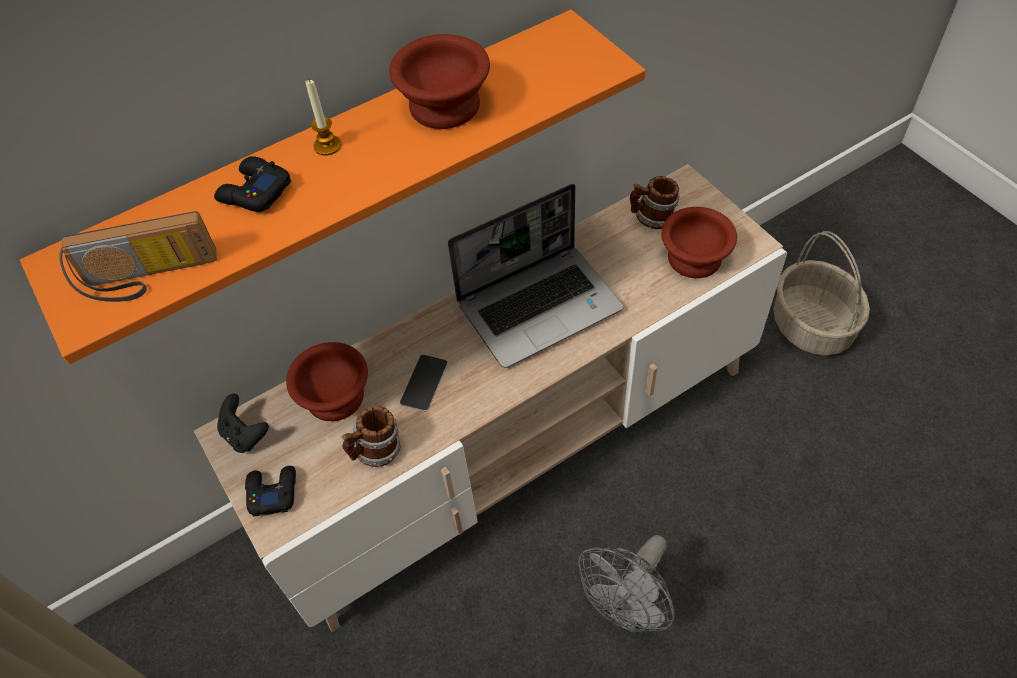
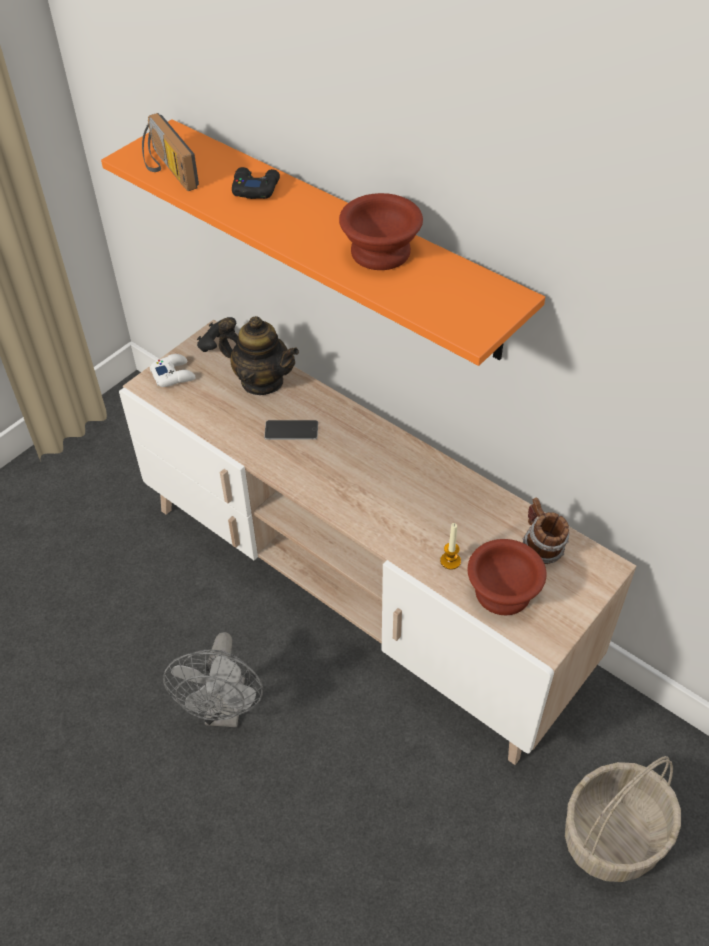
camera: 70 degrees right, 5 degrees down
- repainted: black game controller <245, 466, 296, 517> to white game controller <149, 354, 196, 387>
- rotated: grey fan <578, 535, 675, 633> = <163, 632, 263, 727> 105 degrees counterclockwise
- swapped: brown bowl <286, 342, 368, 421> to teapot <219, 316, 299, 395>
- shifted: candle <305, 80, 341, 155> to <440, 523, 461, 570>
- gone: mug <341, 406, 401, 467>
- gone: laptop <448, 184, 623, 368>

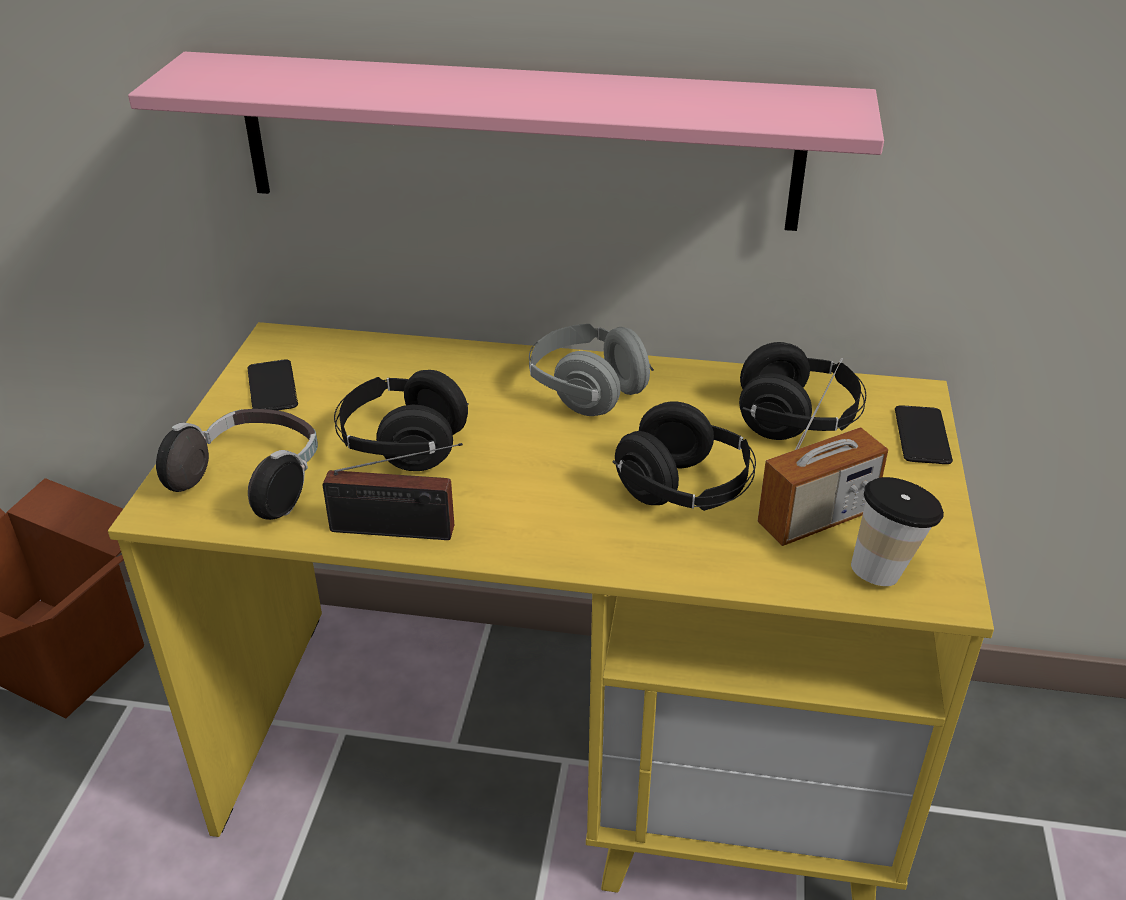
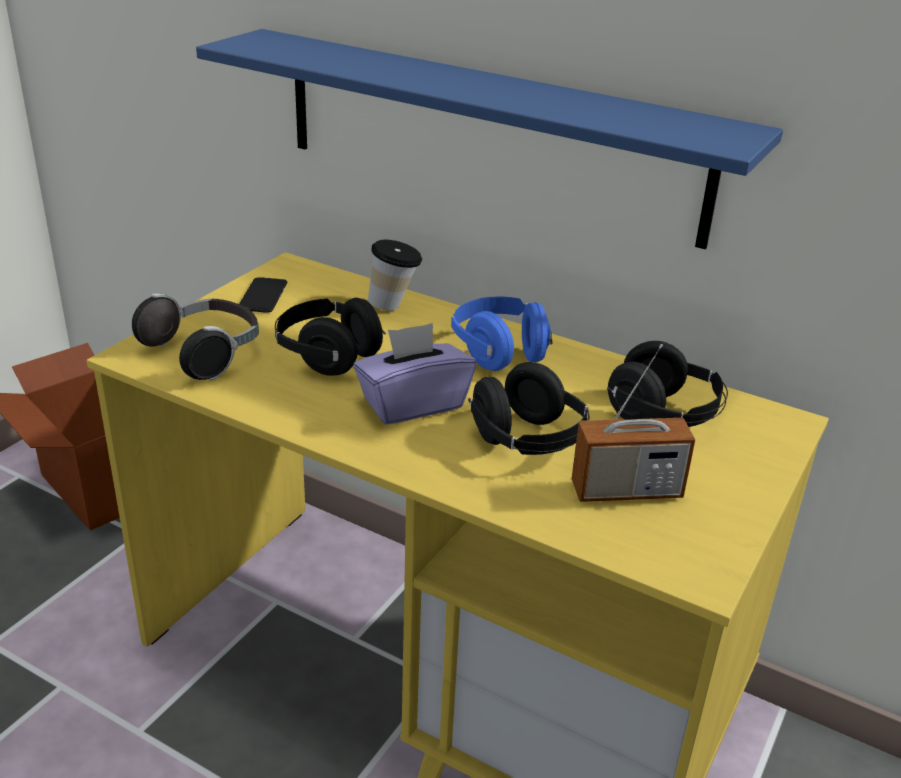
camera: 20 degrees right, 5 degrees down
- repainted: pink shelf <128, 52, 884, 231> to blue shelf <196, 29, 783, 249>
- new: purple tissue box <353, 323, 476, 425>
- shifted: cup <851, 477, 944, 586> to <368, 240, 422, 311>
- repainted: grey headphones <529, 324, 654, 416> to blue headphones <451, 297, 552, 371>
- gone: radio <322, 443, 463, 540>
- gone: phone <895, 405, 953, 464>

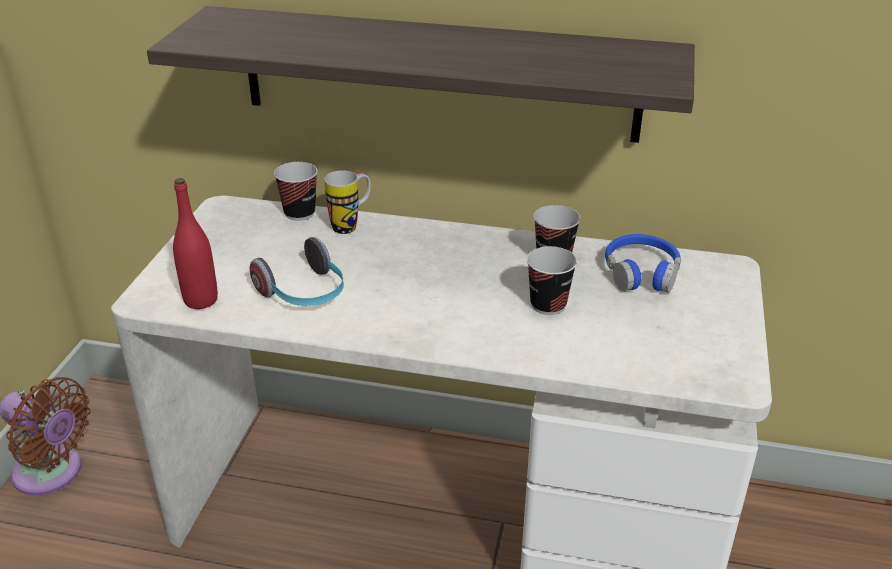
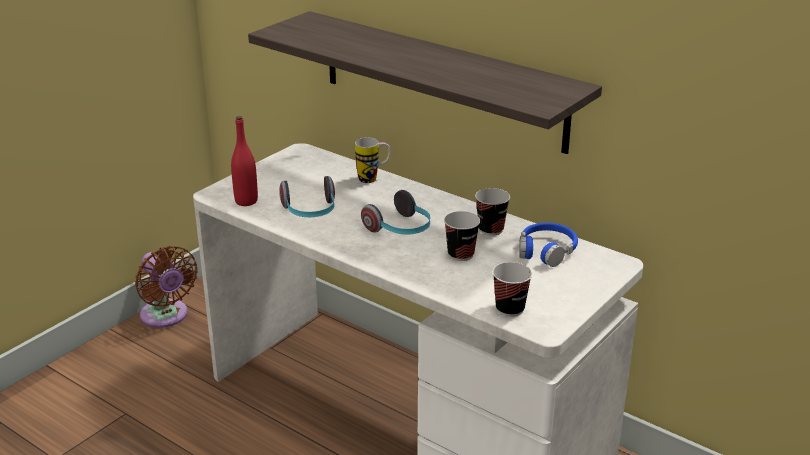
camera: 25 degrees right, 5 degrees down
- new: headphones <361, 190, 430, 234>
- shifted: cup <274, 162, 318, 221> to <492, 262, 532, 317>

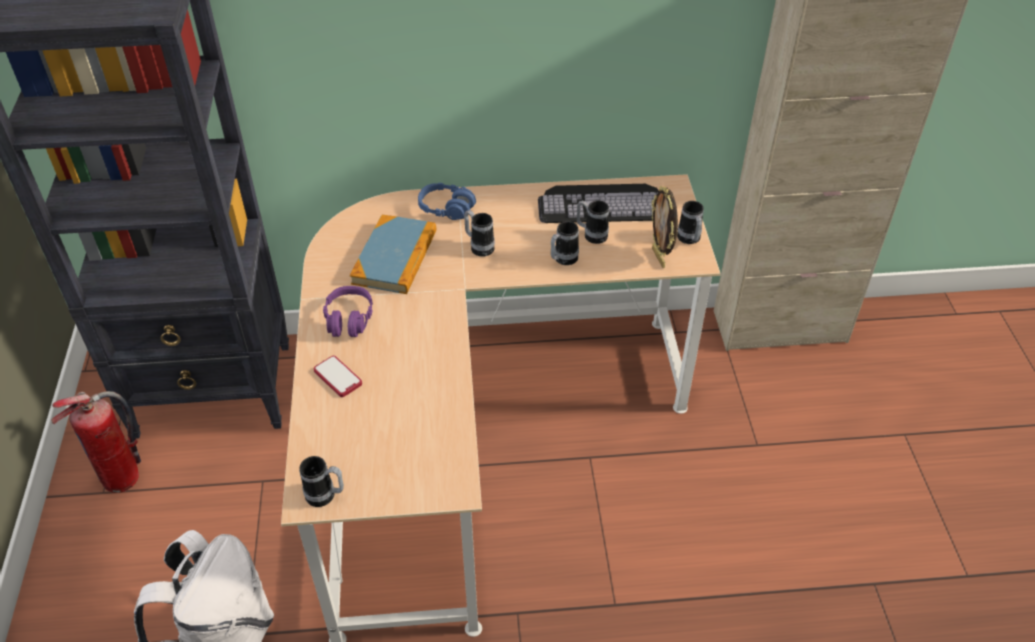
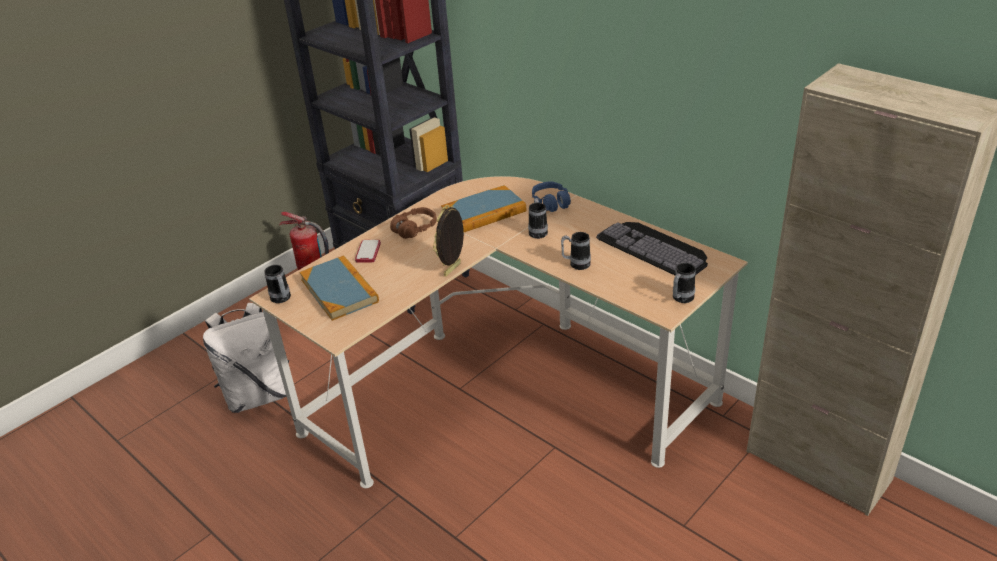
camera: 50 degrees right, 10 degrees down
- new: book <300, 255, 379, 321>
- repainted: purple headphones <323, 286, 373, 337> to brown headphones <390, 207, 437, 239>
- shifted: picture frame <652, 186, 678, 268> to <433, 205, 464, 277>
- gone: mug <577, 200, 609, 244>

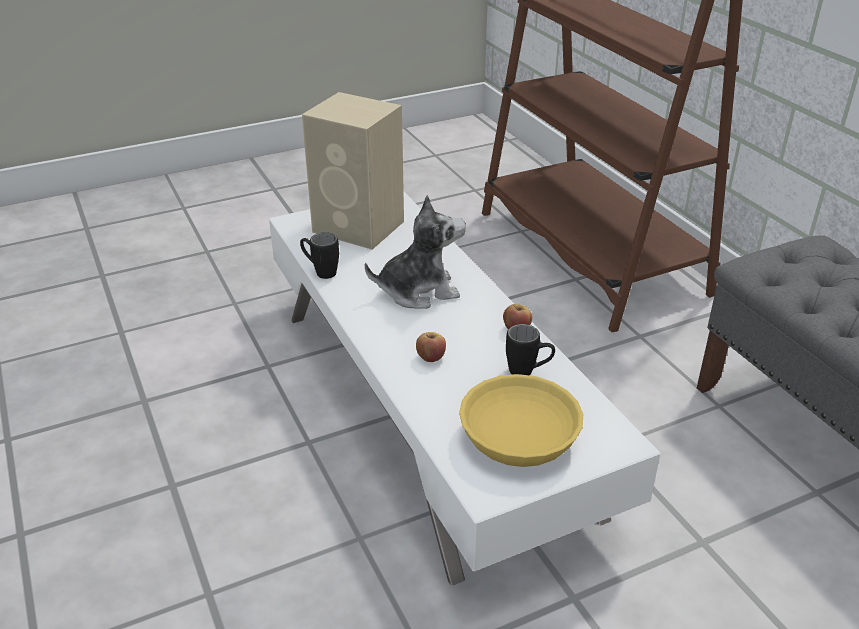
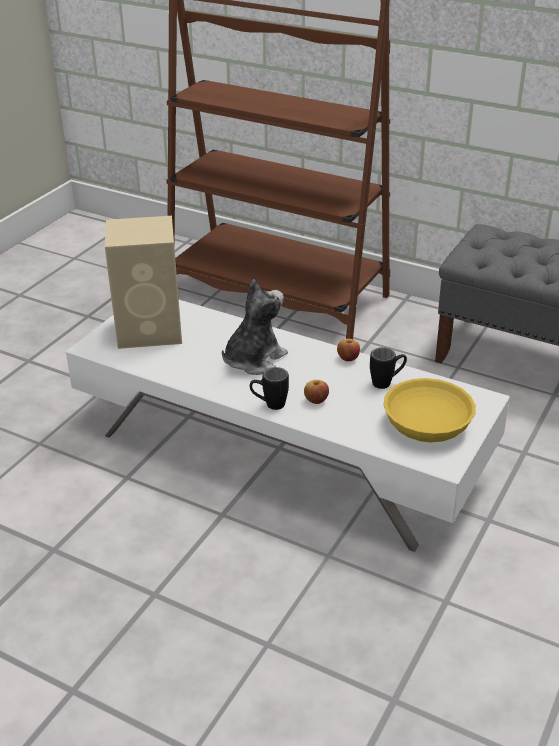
camera: 35 degrees left, 0 degrees up
- shifted: black mug <300, 232, 339, 279> to <250, 367, 289, 410>

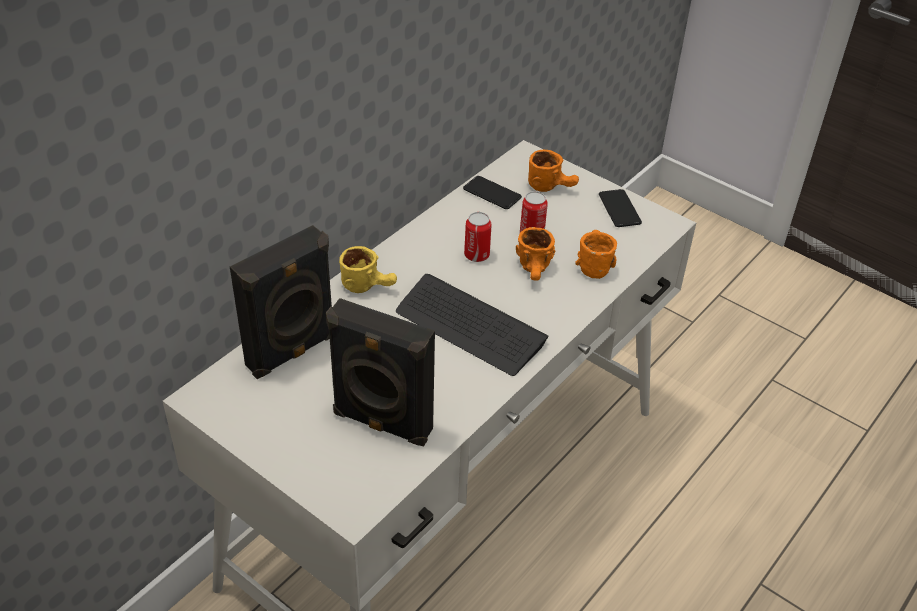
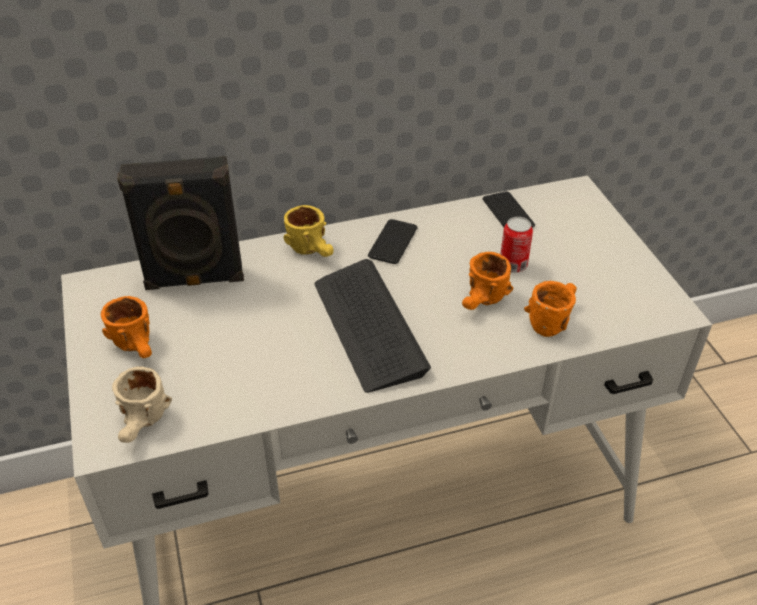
camera: 35 degrees right, 0 degrees up
- shifted: orange mug <528, 150, 579, 192> to <100, 296, 152, 358>
- new: beige mug <112, 366, 172, 443>
- shifted: phone <599, 189, 642, 227> to <368, 219, 418, 264>
- gone: black speaker <326, 298, 435, 446>
- gone: can <464, 212, 492, 262>

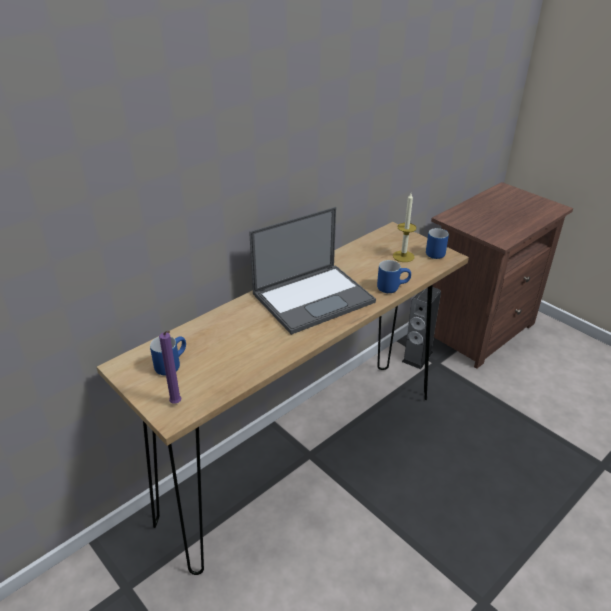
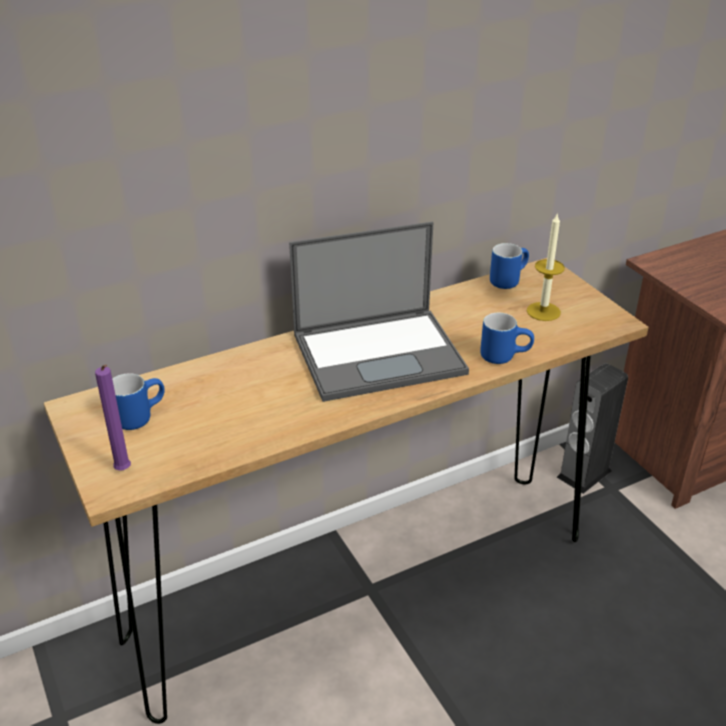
camera: 15 degrees right, 0 degrees up
- shifted: blue mug <426, 228, 449, 259> to <490, 243, 529, 289>

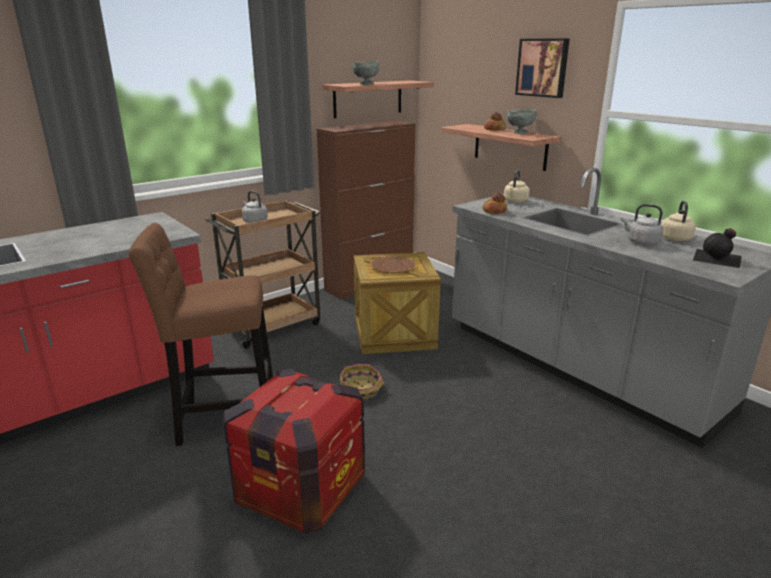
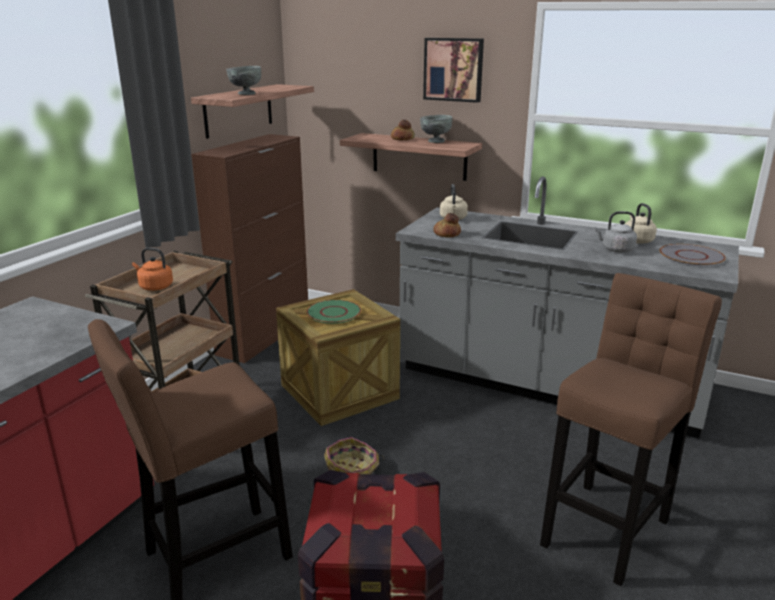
camera: 25 degrees left, 0 degrees up
- repainted: grey kettle <242, 191, 268, 223> to orange kettle <132, 248, 173, 291>
- repainted: brown plate <370, 256, 416, 274> to green plate <306, 300, 361, 324>
- new: brown stool <540, 273, 722, 586>
- swapped: black bottle <693, 228, 742, 268> to grey plate <659, 244, 726, 266>

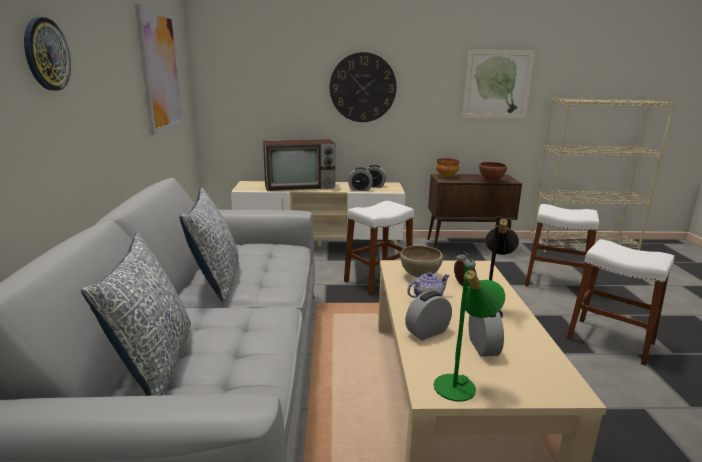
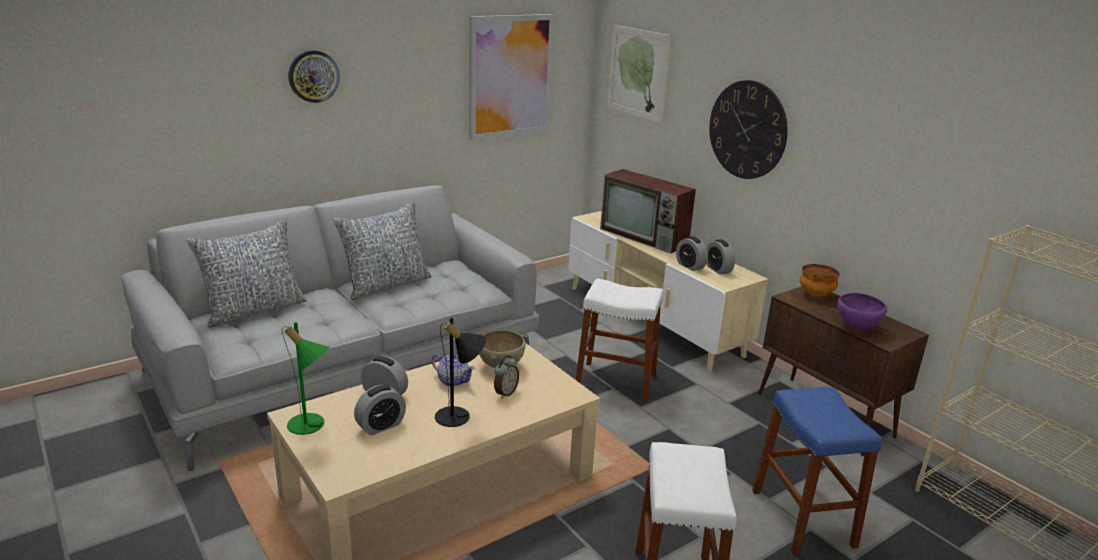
camera: 55 degrees right, 5 degrees up
- shifted: picture <462, 49, 535, 119> to <607, 25, 672, 124>
- repainted: white stool <525, 204, 599, 291> to blue stool <752, 387, 882, 555>
- repainted: brown bowl <479, 162, 507, 181> to purple bowl <838, 293, 887, 330>

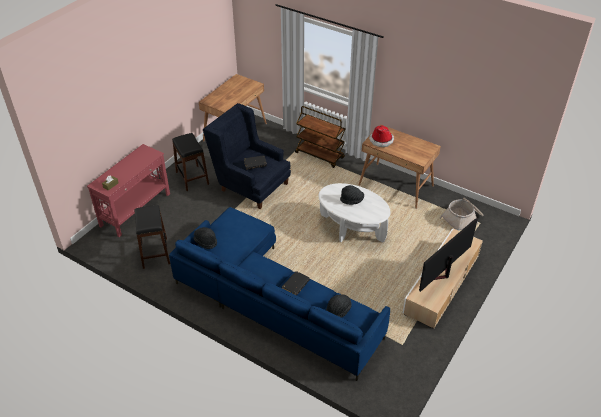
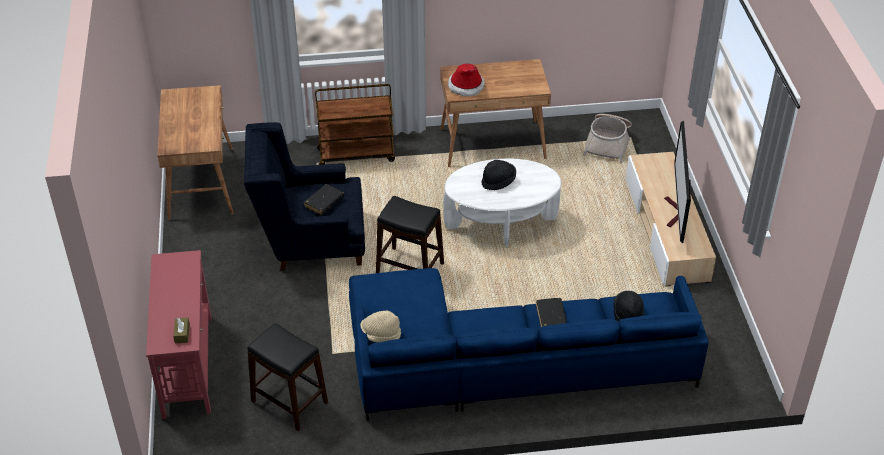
camera: 40 degrees left, 0 degrees up
- repainted: black hat <193, 227, 217, 249> to beige hat <360, 310, 401, 343>
- shifted: black stool <172, 133, 209, 191> to <376, 196, 444, 273>

